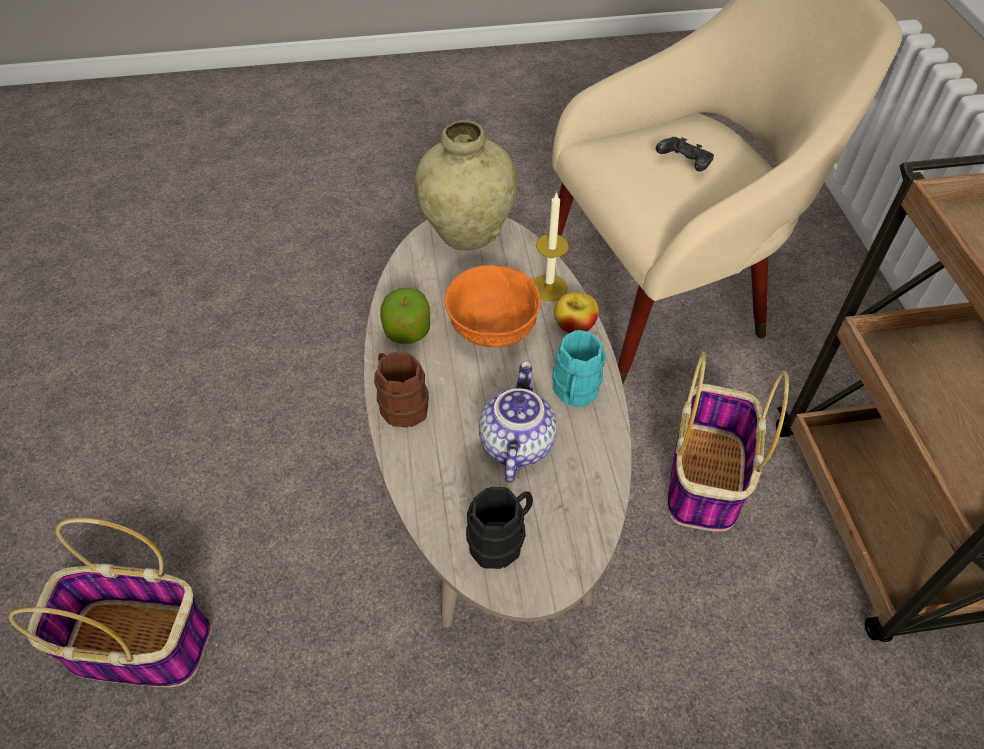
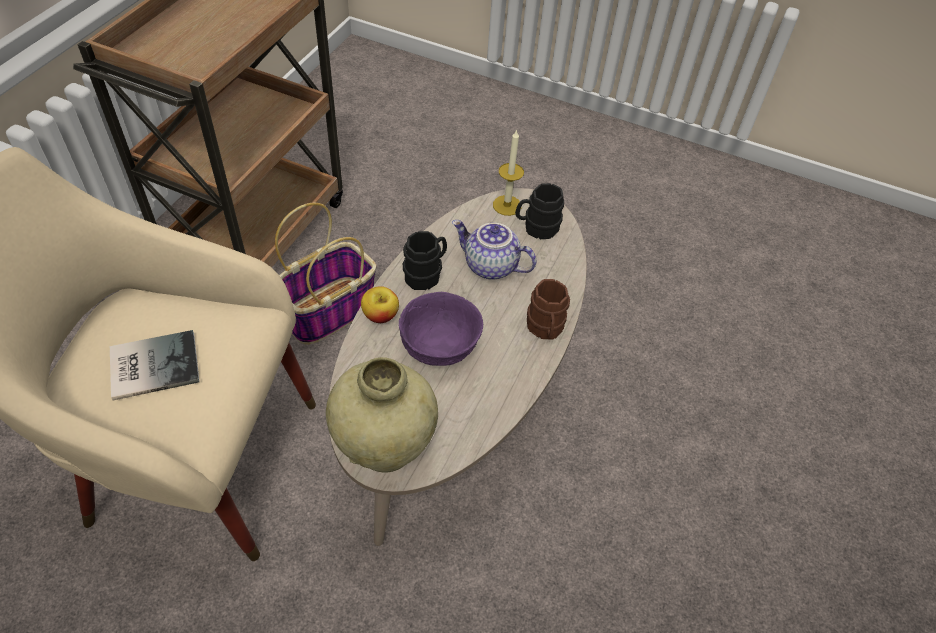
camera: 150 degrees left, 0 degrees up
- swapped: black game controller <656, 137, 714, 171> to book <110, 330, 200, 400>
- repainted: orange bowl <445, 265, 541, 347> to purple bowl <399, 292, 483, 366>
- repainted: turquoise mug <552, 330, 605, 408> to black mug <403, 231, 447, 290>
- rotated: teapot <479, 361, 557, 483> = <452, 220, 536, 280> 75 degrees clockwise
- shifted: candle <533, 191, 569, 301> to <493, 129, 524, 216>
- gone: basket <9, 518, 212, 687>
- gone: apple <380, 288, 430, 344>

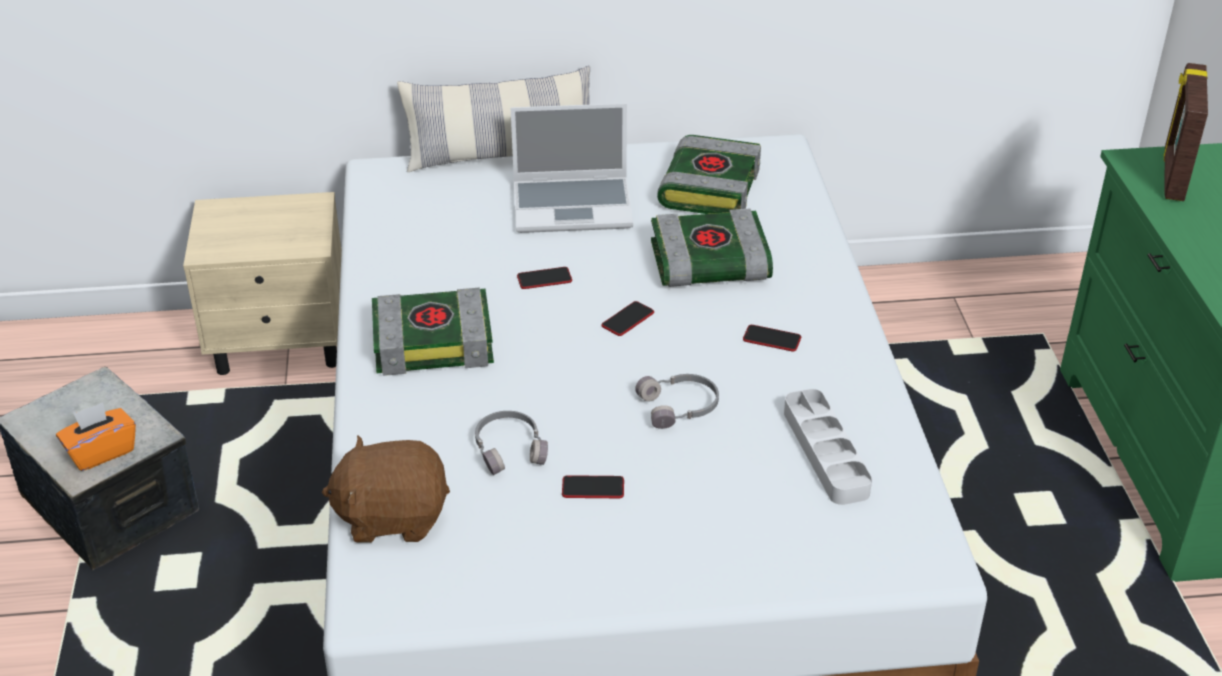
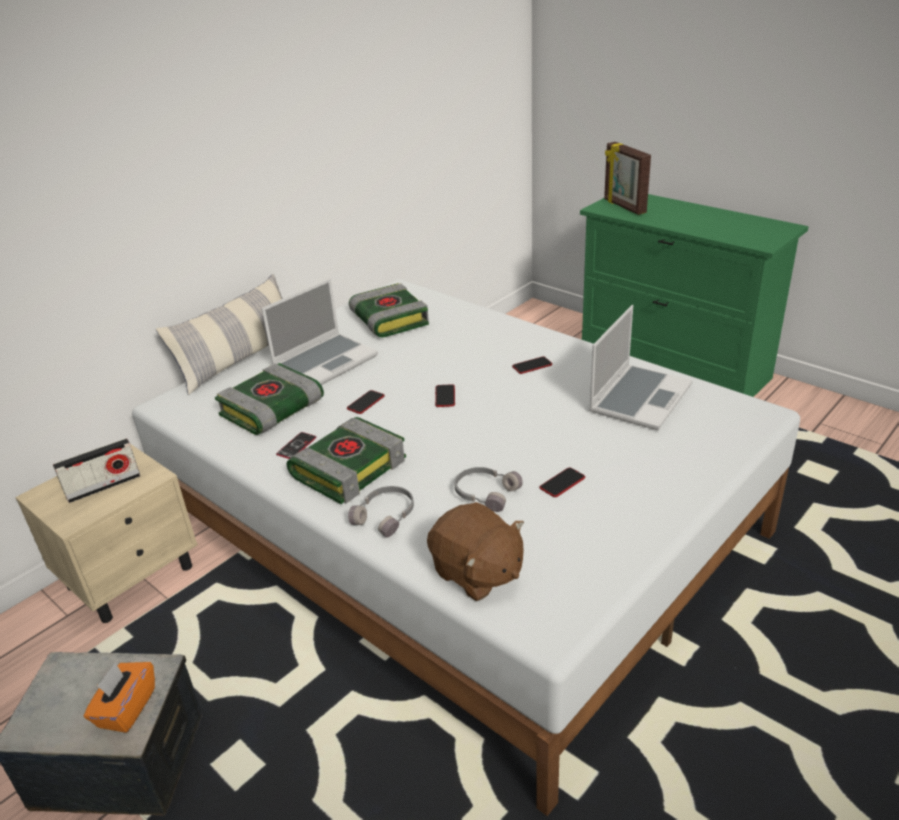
camera: 40 degrees left, 5 degrees down
- new: radio <53, 438, 141, 503>
- shifted: book <651, 208, 773, 287> to <215, 363, 324, 435>
- new: phone <276, 432, 316, 459>
- shifted: grey headphones <635, 374, 719, 429> to <348, 486, 414, 538>
- rotated: brown plush toy <322, 435, 450, 543> = <427, 502, 524, 601> 90 degrees counterclockwise
- swapped: grey tray <784, 389, 872, 505> to laptop <589, 305, 693, 430>

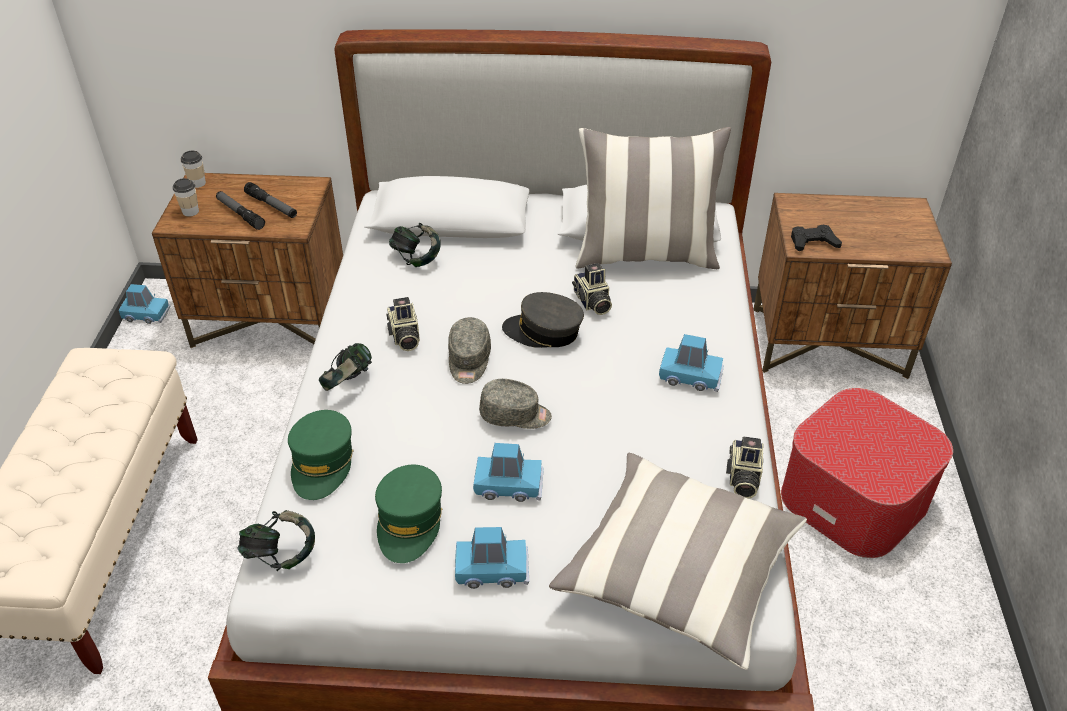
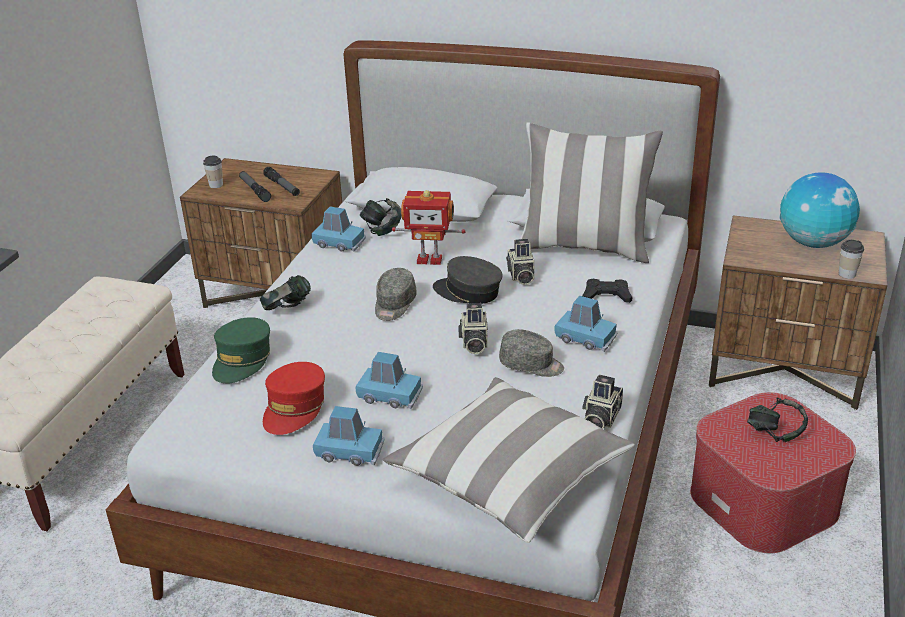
camera: 15 degrees right, 10 degrees down
- repainted: green cap <375, 465, 442, 563> to red cap <263, 362, 325, 435>
- shifted: blue toy car <119, 284, 170, 324> to <311, 207, 366, 252>
- new: toy robot <392, 190, 466, 265>
- shifted: photo camera <386, 297, 420, 351> to <458, 303, 488, 354>
- shifted: grey cap <479, 379, 552, 429> to <499, 329, 564, 377>
- shifted: black game controller <791, 225, 842, 251> to <582, 279, 632, 303>
- shifted: headphones <238, 510, 315, 571> to <747, 397, 808, 442>
- new: globe <779, 172, 860, 248>
- shifted: cup <181, 151, 206, 188> to <839, 240, 864, 279>

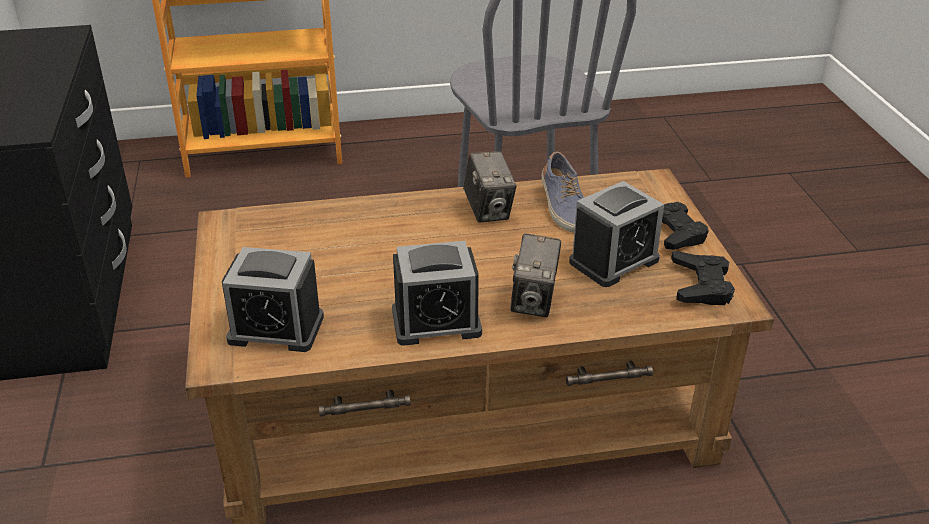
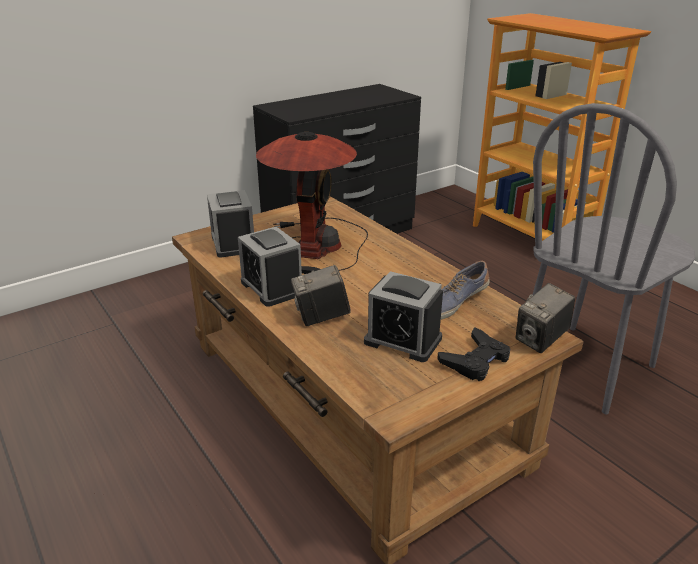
camera: 65 degrees right, 5 degrees down
- new: table lamp <256, 132, 368, 274>
- shifted: photo camera <463, 151, 517, 223> to <516, 283, 575, 353>
- gone: black game controller <671, 251, 735, 305>

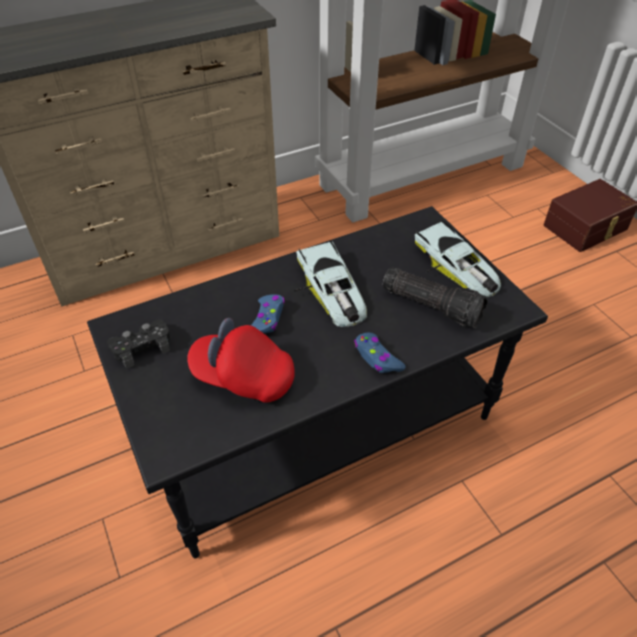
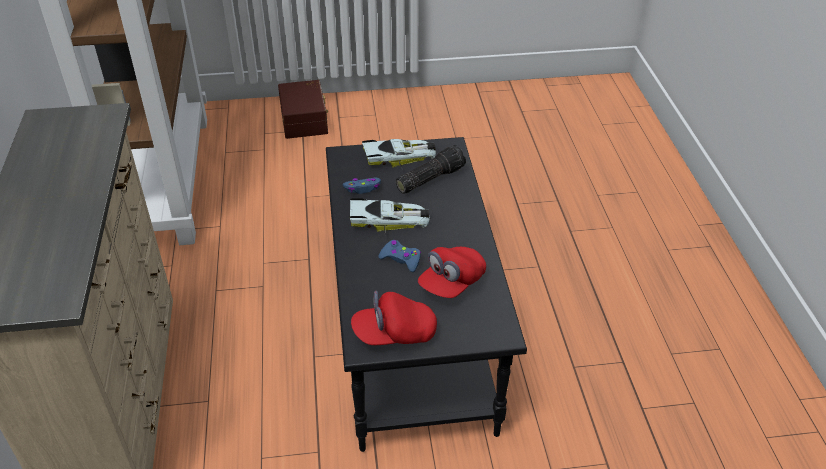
camera: 70 degrees left, 5 degrees down
- shifted: blue game controller <354, 333, 406, 373> to <343, 178, 381, 194>
- swapped: black game controller <107, 319, 170, 369> to red cap <351, 291, 437, 345>

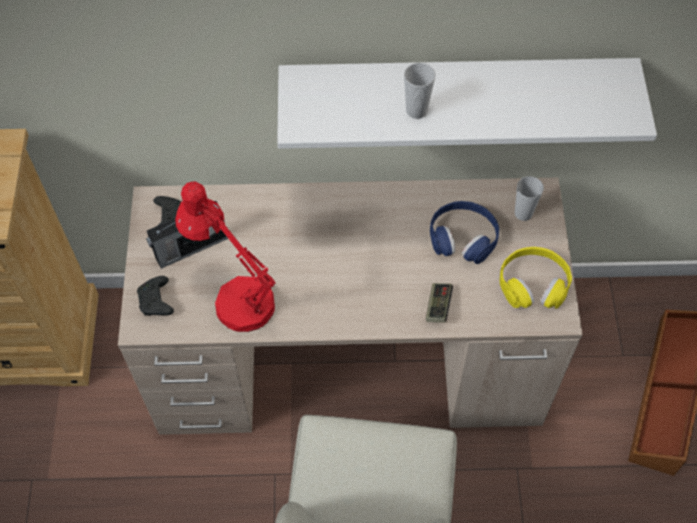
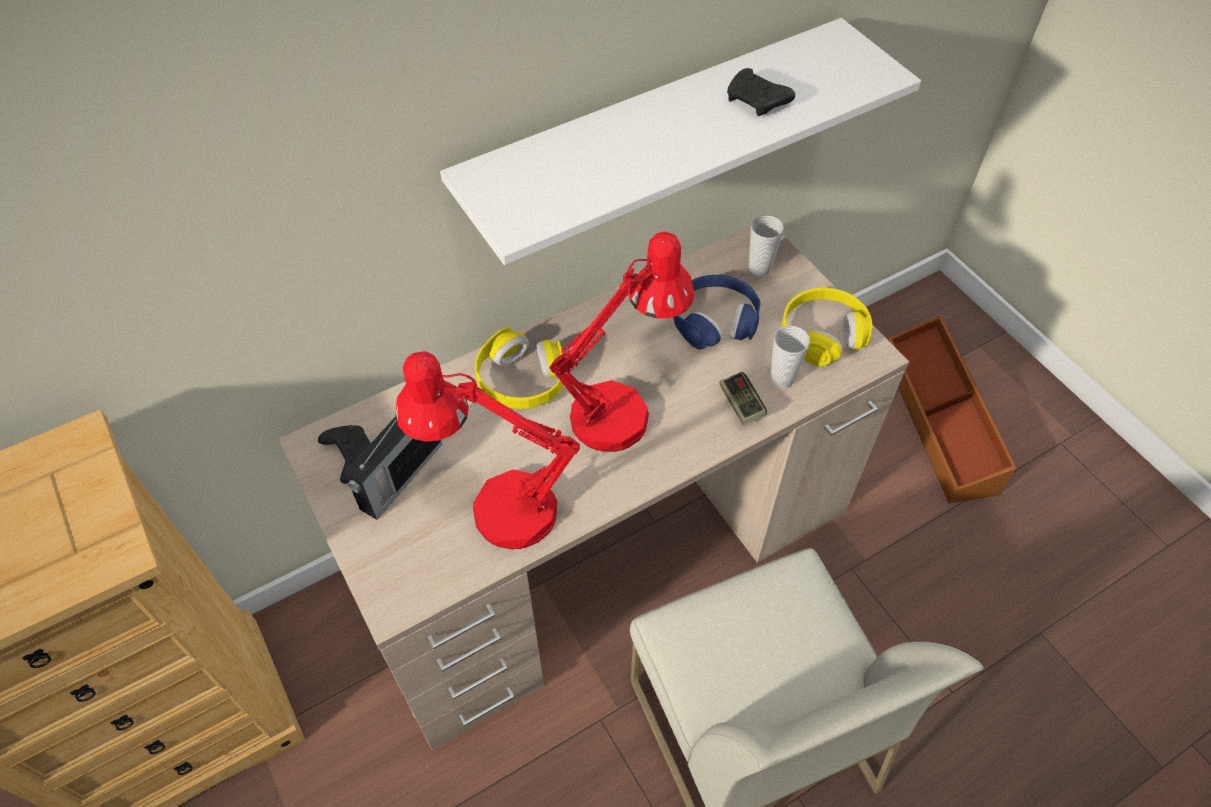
camera: 30 degrees left, 5 degrees down
- new: yellow headphones <475, 327, 564, 409>
- new: red table lamp <549, 231, 695, 452>
- shifted: black game controller <137, 276, 174, 316> to <727, 68, 795, 116>
- shifted: cup <404, 63, 436, 119> to <770, 326, 810, 388>

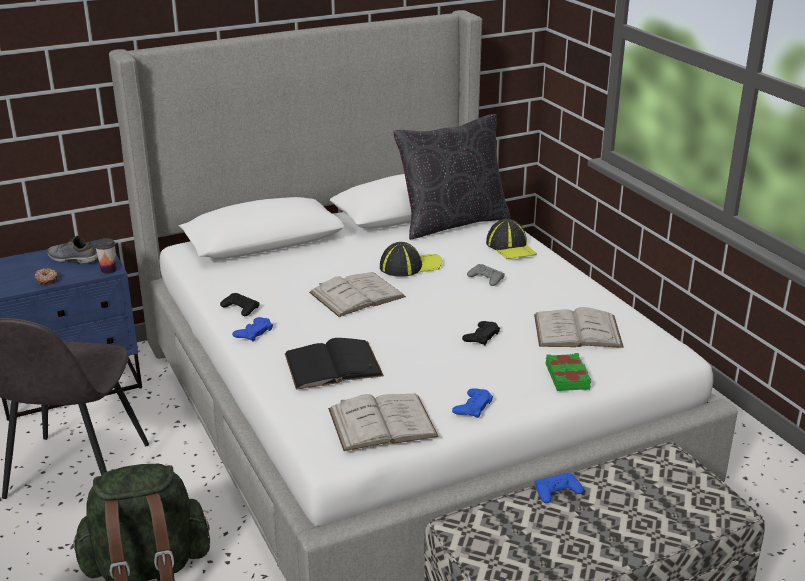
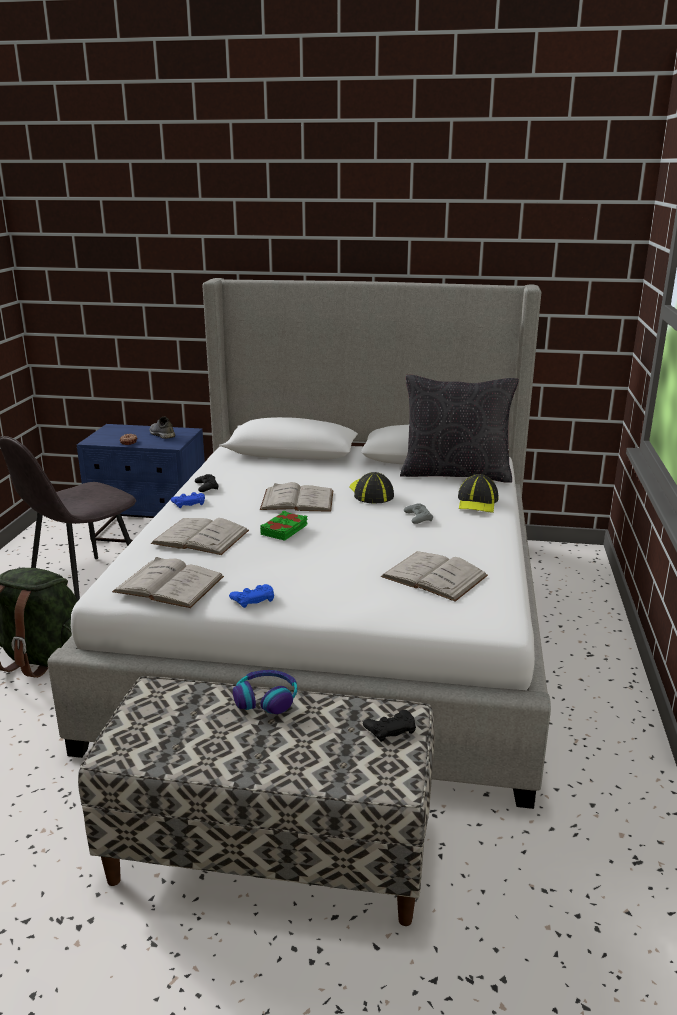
camera: 35 degrees right, 5 degrees down
- repainted: black book <285, 338, 384, 390> to white book <151, 518, 249, 555>
- swapped: blue game controller <534, 473, 584, 503> to headphones <233, 670, 297, 714>
- shifted: green book <545, 353, 591, 391> to <260, 511, 308, 541>
- rotated: cap <380, 242, 442, 277> = <349, 472, 394, 503> 120 degrees counterclockwise
- shifted: black game controller <462, 321, 500, 346> to <363, 710, 416, 742>
- gone: cup <95, 238, 117, 274>

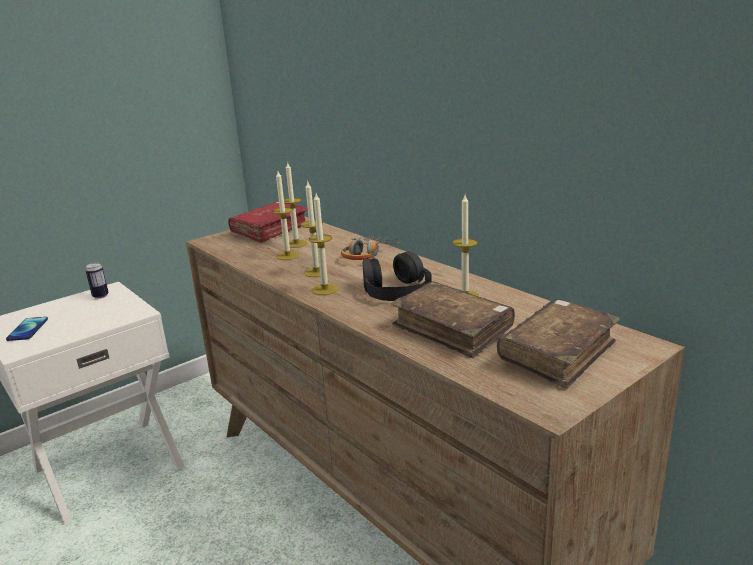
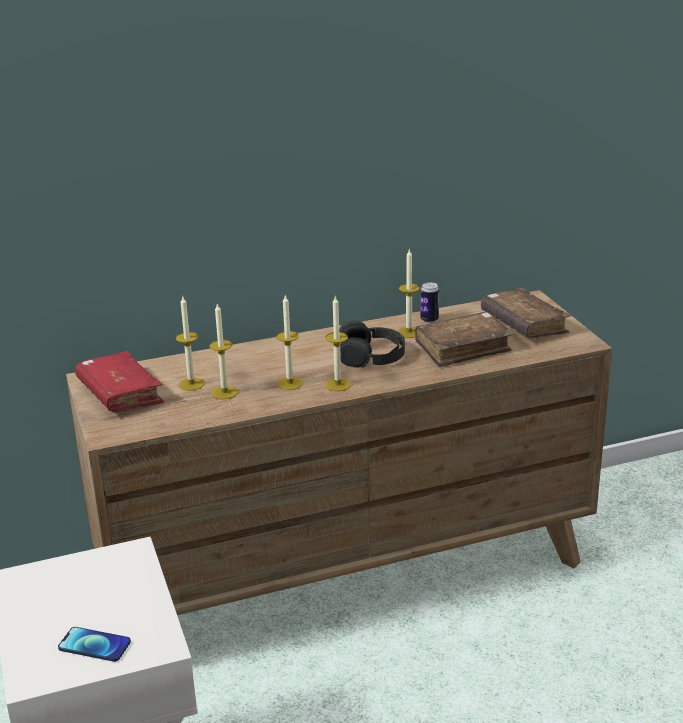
camera: 70 degrees left, 5 degrees up
- shifted: can <85, 263, 109, 299> to <421, 282, 439, 323>
- gone: headphones <341, 237, 400, 260>

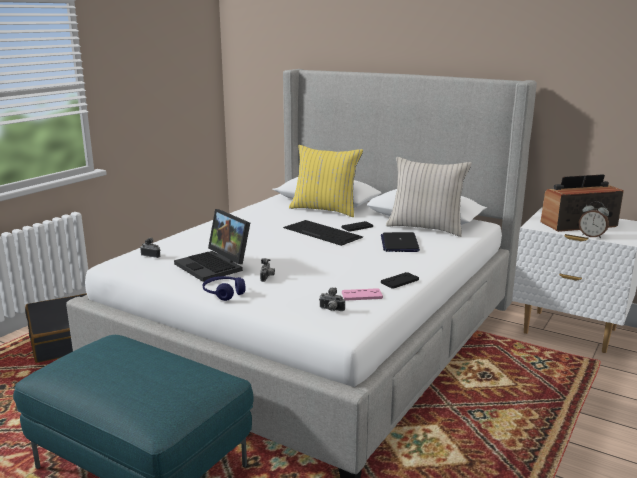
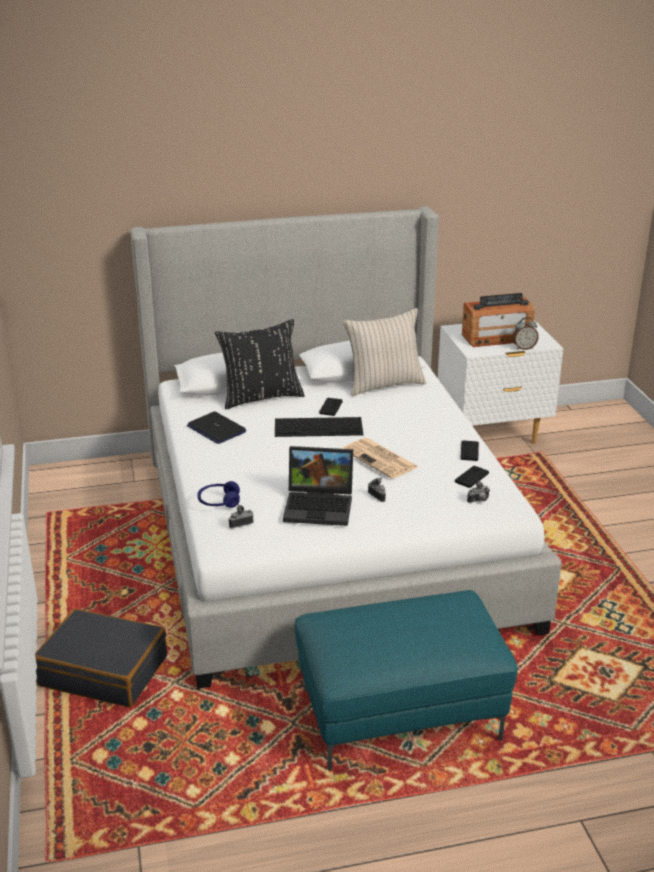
camera: 45 degrees left, 10 degrees up
- shifted: laptop <381, 232, 420, 252> to <187, 412, 246, 444>
- shifted: blue headphones <203, 276, 246, 301> to <197, 481, 240, 508>
- repainted: yellow pillow <289, 145, 363, 217> to black pillow <215, 319, 304, 409>
- new: newspaper <342, 438, 418, 479>
- repainted: pink game controller <342, 288, 383, 301> to black game controller <455, 466, 489, 488>
- rotated: radio <540, 174, 624, 232> = <462, 293, 534, 347> 135 degrees counterclockwise

